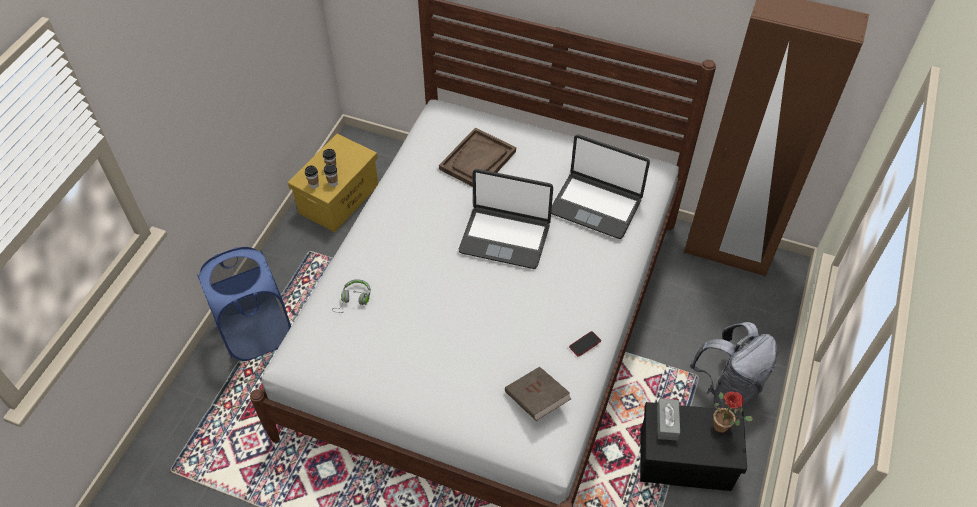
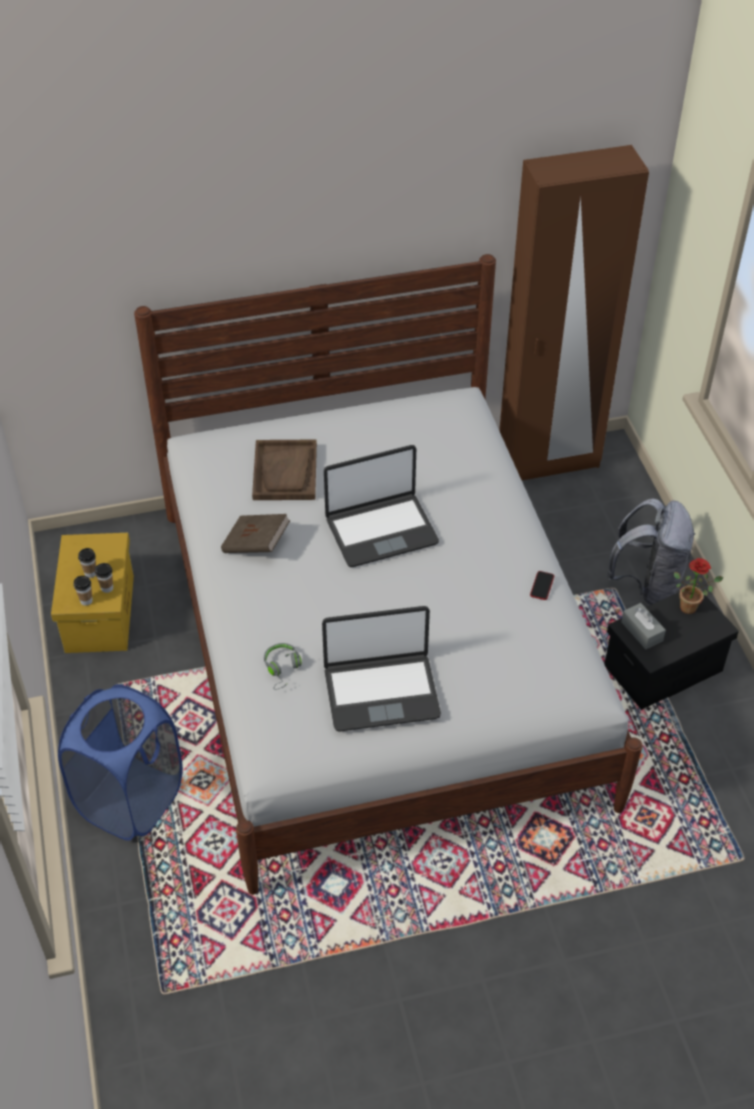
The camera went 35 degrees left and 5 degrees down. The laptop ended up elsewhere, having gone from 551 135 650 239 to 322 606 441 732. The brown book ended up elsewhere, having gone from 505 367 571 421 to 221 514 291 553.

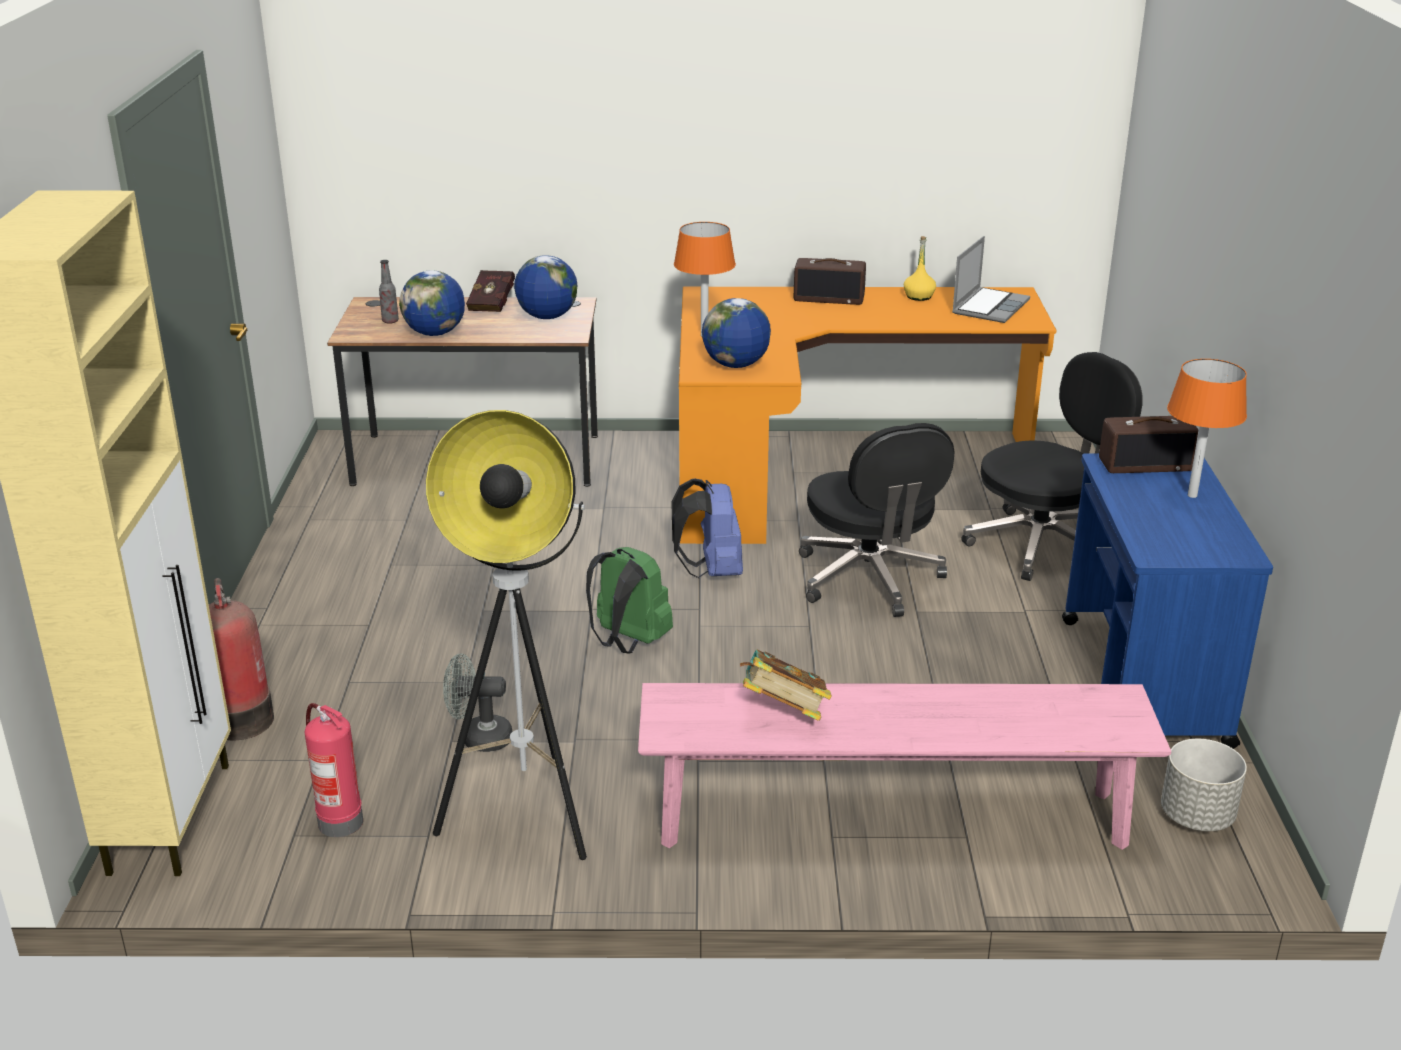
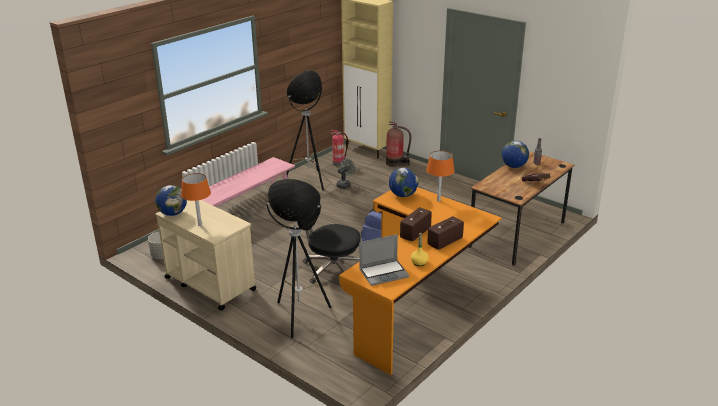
The camera went 130 degrees right and 0 degrees up. The laptop at 952 236 1030 323 ended up facing another way, 90 degrees counterclockwise from before. The globe ended up elsewhere, having gone from 514 255 577 319 to 155 185 187 216. Where the black office chair stood at 961 352 1143 581, the floor lamp came to stand at 266 179 331 338. The radio ended up elsewhere, having gone from 1099 416 1198 473 to 400 208 432 242. What was the blue cart at 1062 454 1273 749 turned into the beige cart at 156 200 256 311. The second view lost the green backpack at 586 547 673 654. The second view lost the book at 740 649 832 721.

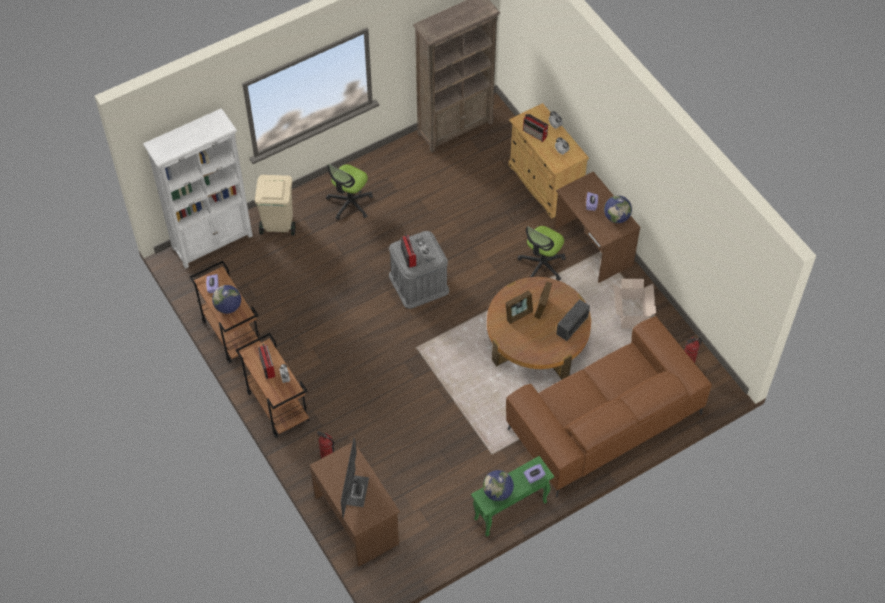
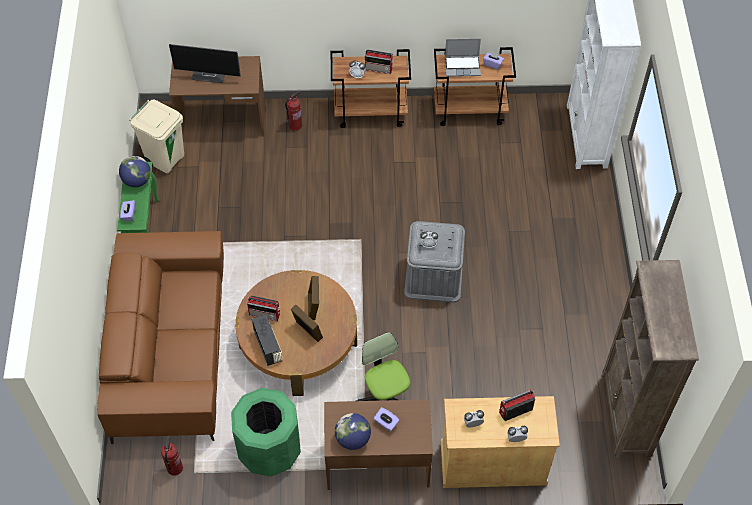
The camera went 120 degrees right and 0 degrees up. The second view lost the office chair at 326 164 373 220. The beige trash can ended up elsewhere, having gone from 255 175 295 235 to 129 100 184 173. The radio ended up elsewhere, having gone from 401 234 416 268 to 247 295 280 322. Where the cardboard box stood at 614 279 656 329, the green trash can came to stand at 231 388 301 477. Where the globe stood at 212 285 241 314, the laptop came to stand at 445 38 481 77. The monitor at 341 438 369 518 ended up facing another way, 150 degrees clockwise from before.

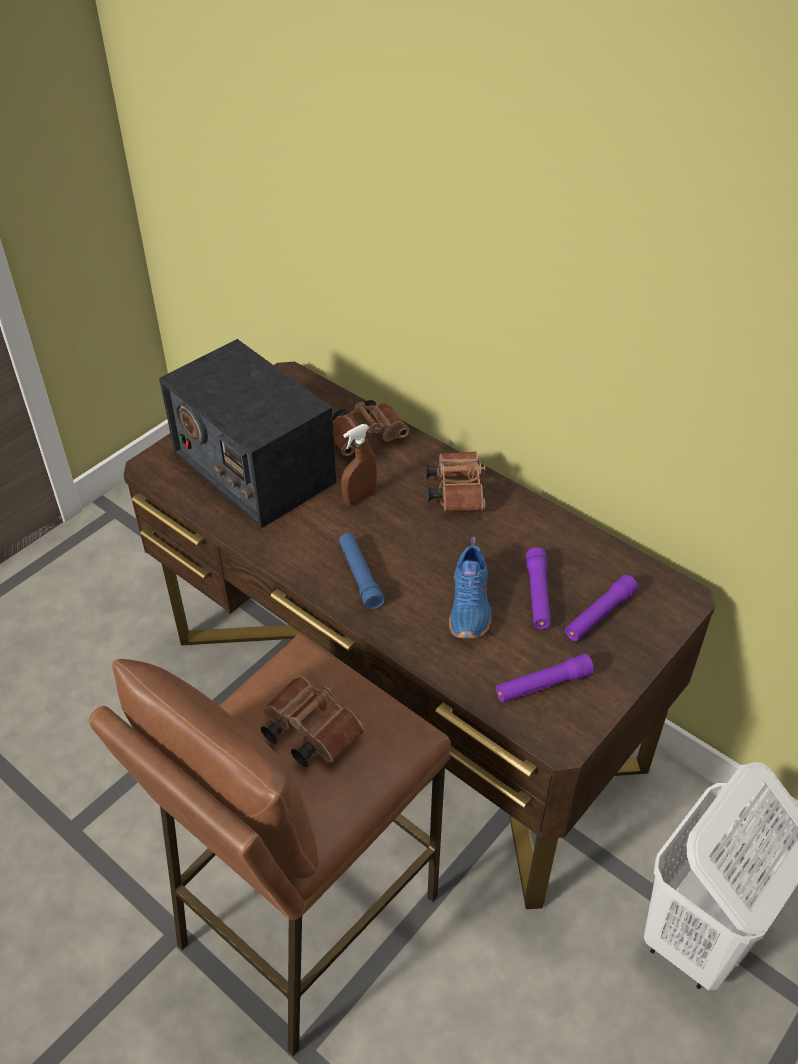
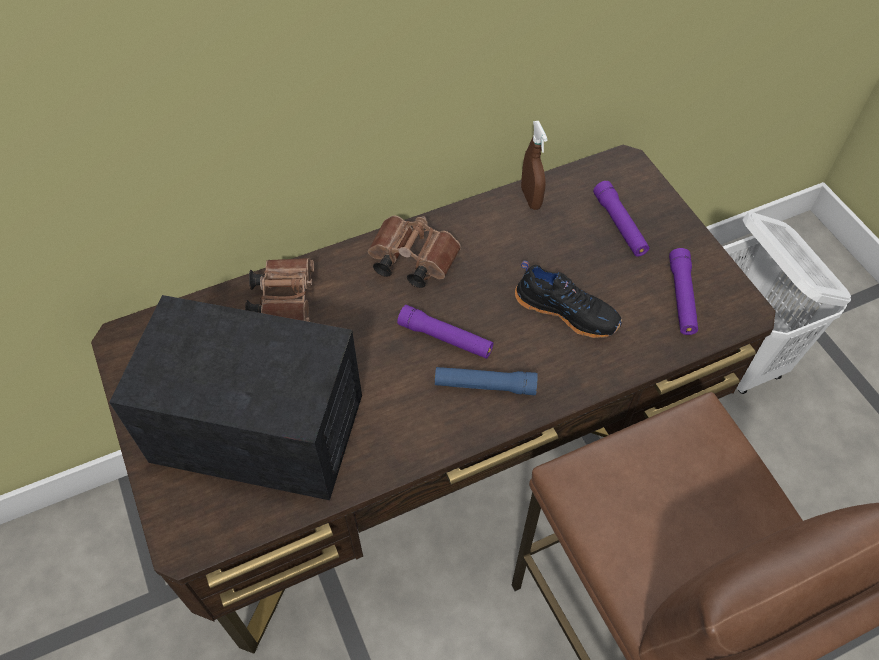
The camera went 65 degrees left and 10 degrees up. The radio at 159 339 336 528 ended up facing another way, 150 degrees counterclockwise from before. The brown spray bottle ended up elsewhere, having gone from 341 424 377 506 to 521 121 548 210. What was the blue shoe at 449 537 491 639 turned into the black shoe at 515 261 622 338. The purple flashlight ended up elsewhere, having gone from 526 548 551 629 to 397 305 493 359. The second view lost the brown binoculars at 261 677 364 767.

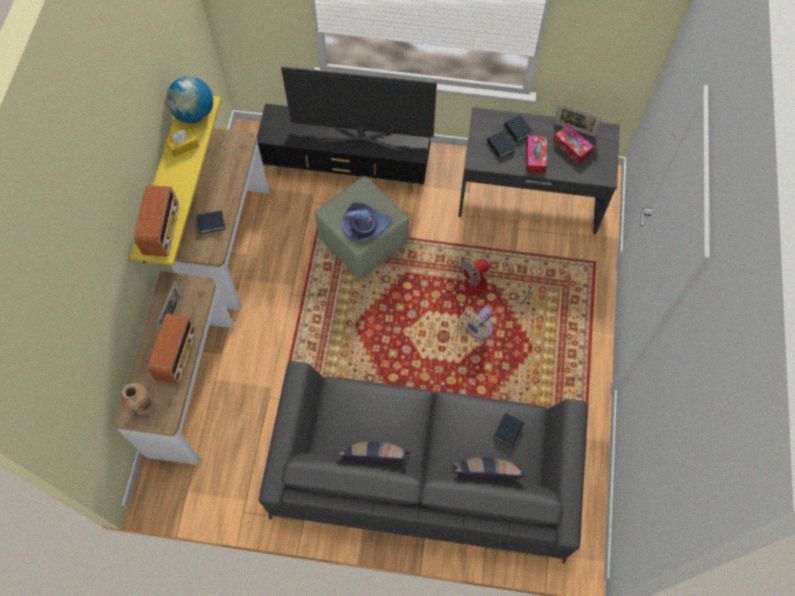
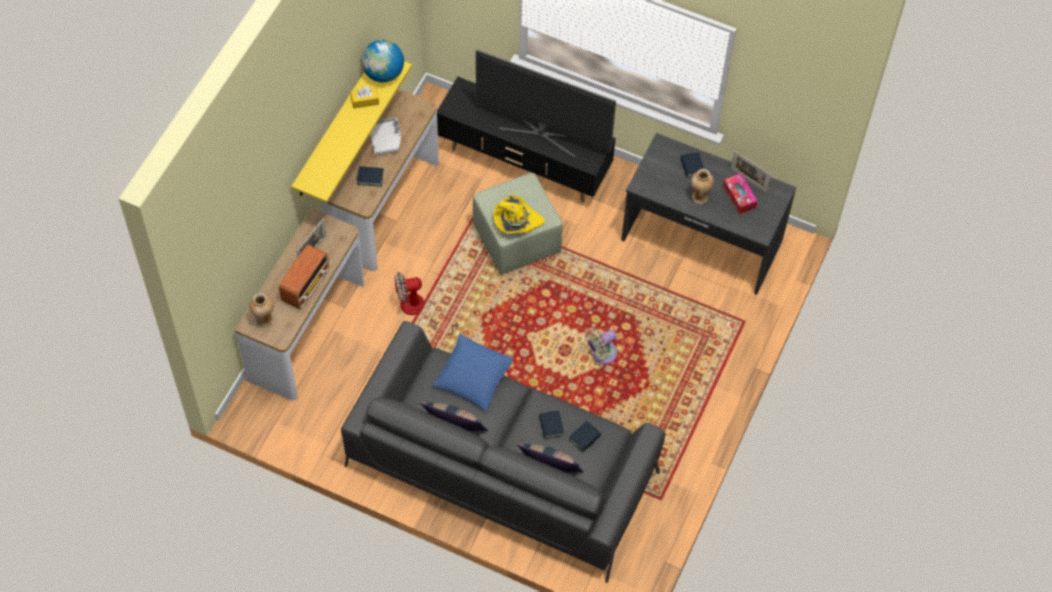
The camera went 15 degrees right and 5 degrees down. The book ended up elsewhere, having gone from 487 131 515 159 to 539 410 564 439. Where the tissue box stood at 526 135 547 173, the vase came to stand at 691 169 714 204. The second view lost the radio at 134 185 179 257. What was the purple hat at 342 202 392 242 turned into the yellow hat at 493 195 545 233. The fan ended up elsewhere, having gone from 461 259 533 304 to 394 272 458 335. The second view gained the grey tray at 370 117 401 155. The second view gained the blue pillow at 432 334 514 412.

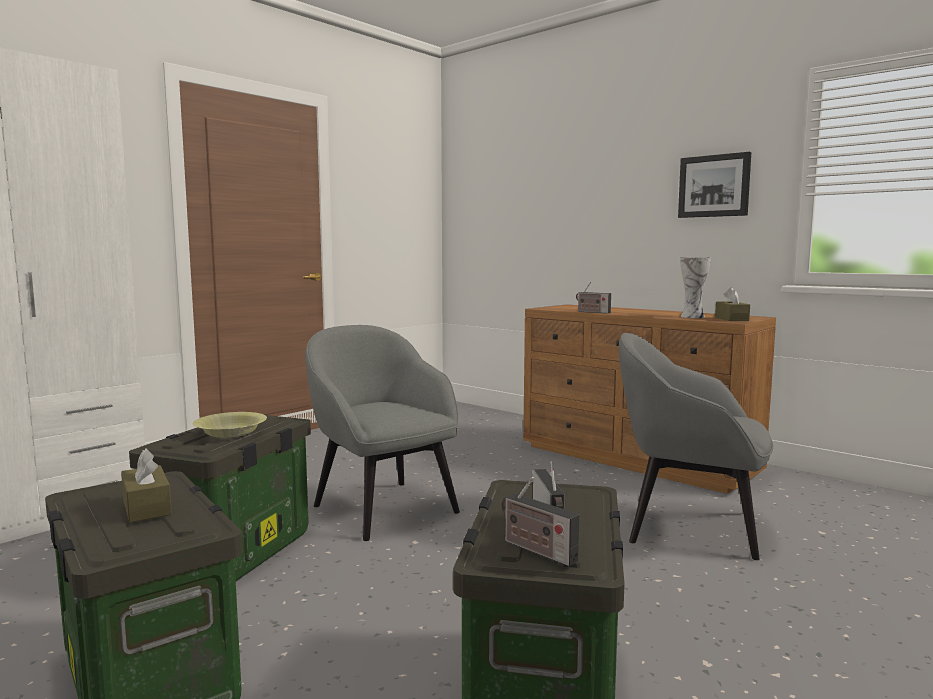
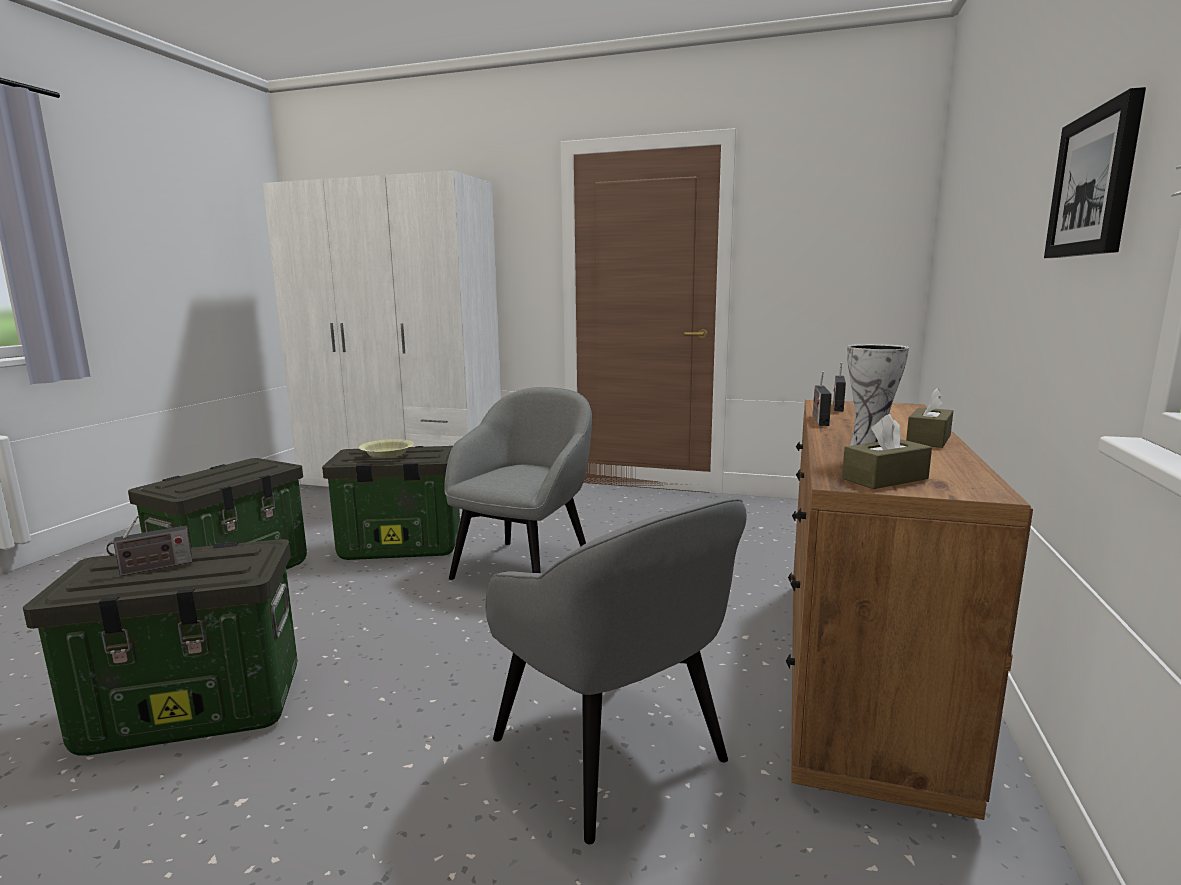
The camera went 65 degrees right and 5 degrees up. The grey armchair at 619 333 773 560 ended up facing another way, 150 degrees clockwise from before. The brown tissue box ended up elsewhere, having gone from 121 448 172 522 to 906 388 953 448. The radio ended up elsewhere, having gone from 501 477 579 566 to 833 362 846 411.

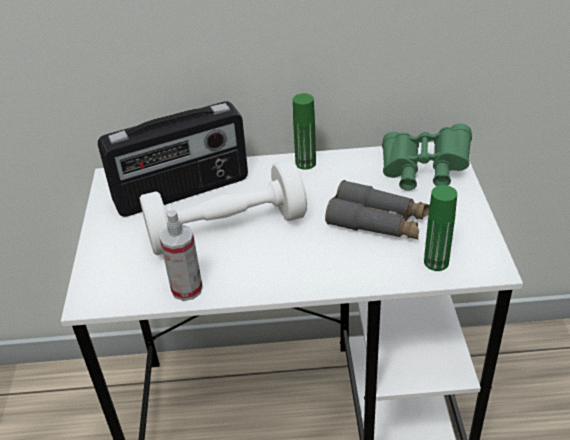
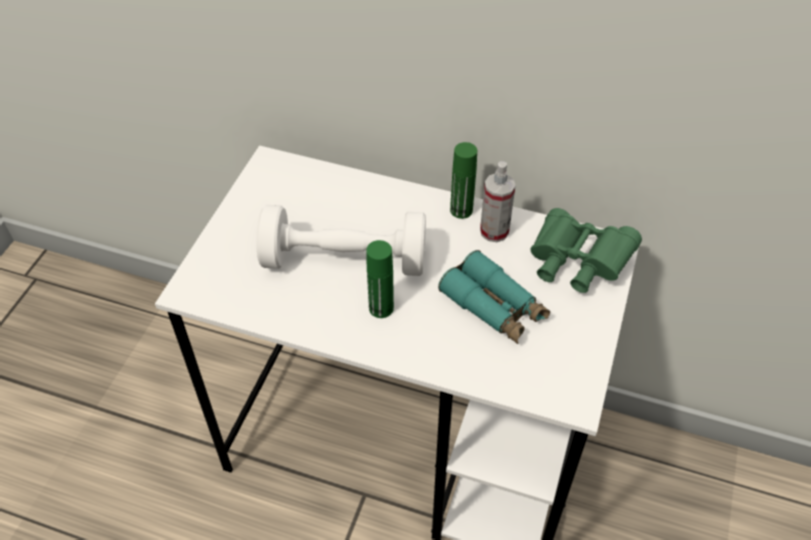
The camera went 20 degrees right and 10 degrees up. The second view lost the radio at 98 101 248 217. What was the grey binoculars at 325 180 430 240 turned into the turquoise binoculars at 438 250 550 344. The green bottle ended up elsewhere, having gone from 424 185 457 271 to 366 240 394 318. The spray bottle ended up elsewhere, having gone from 159 210 203 301 to 480 161 515 242.

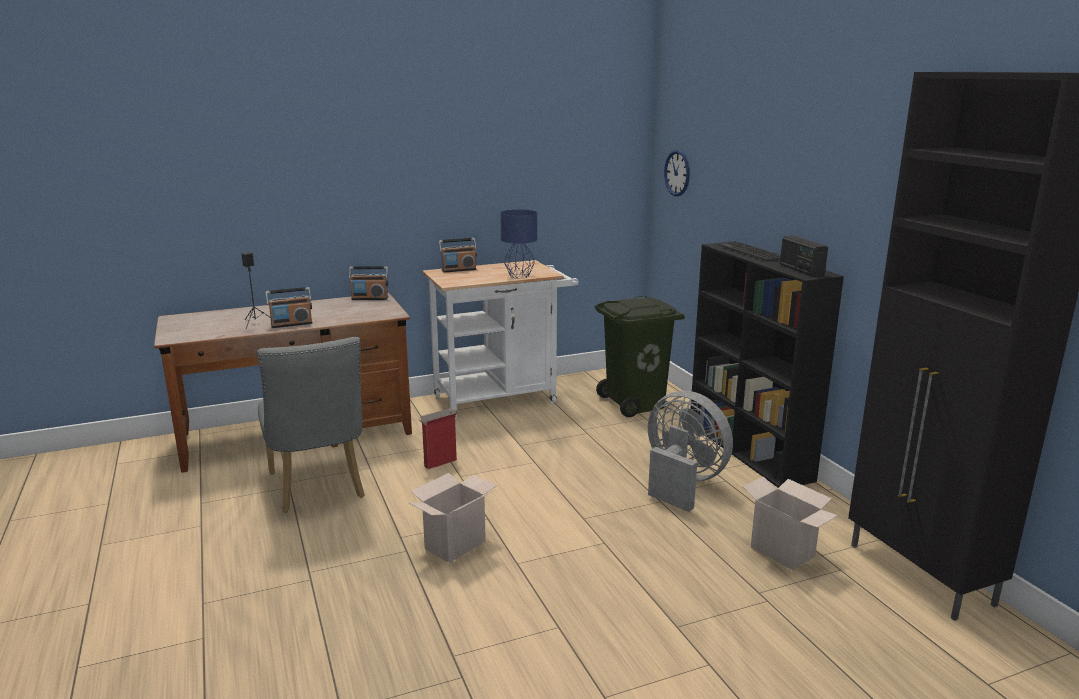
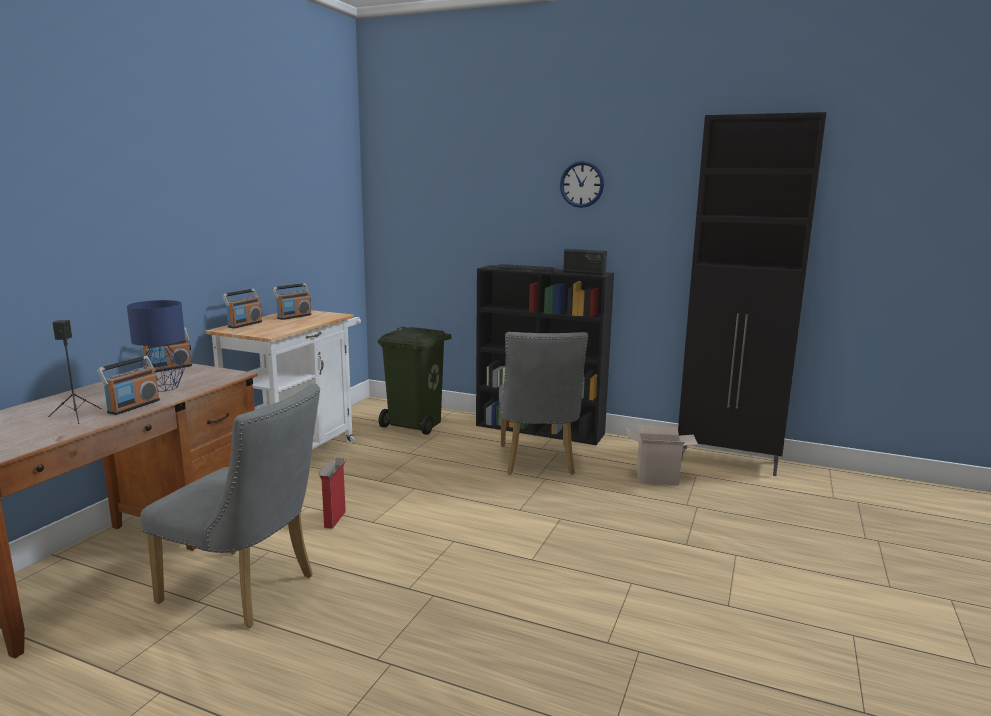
The camera went 45 degrees left and 5 degrees down. The wall clock ended up elsewhere, having gone from 664 150 690 196 to 560 161 604 208. The blue table lamp ended up elsewhere, having gone from 500 210 537 279 to 127 300 185 392. Where the grey fan stood at 648 391 733 512, the grey chair came to stand at 499 332 588 475. The second view lost the cardboard box at 409 473 497 563. The second view gained the radio at 273 283 312 320.

